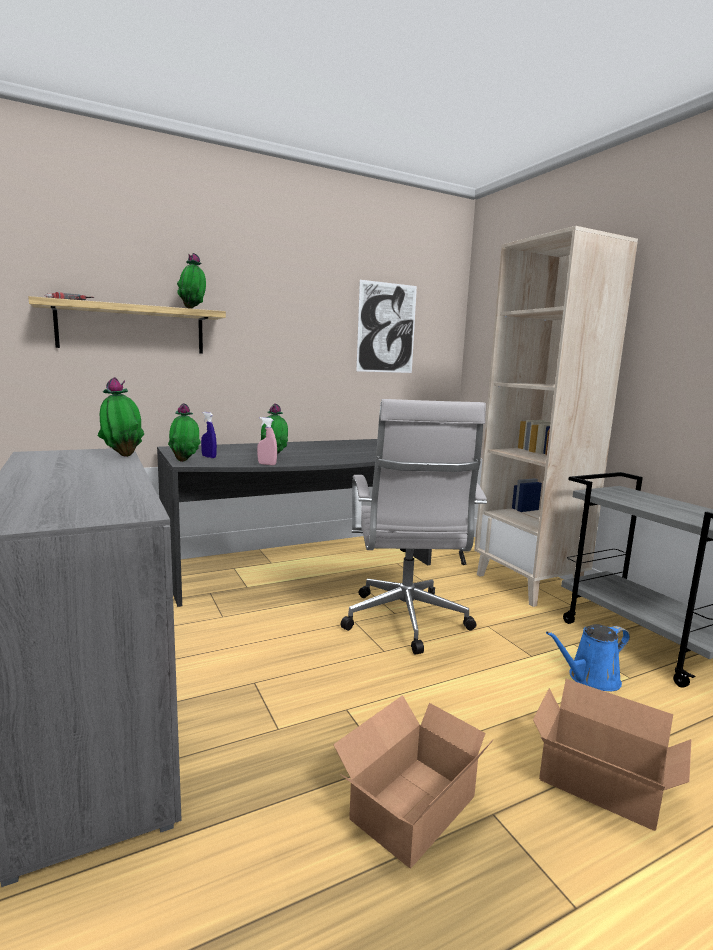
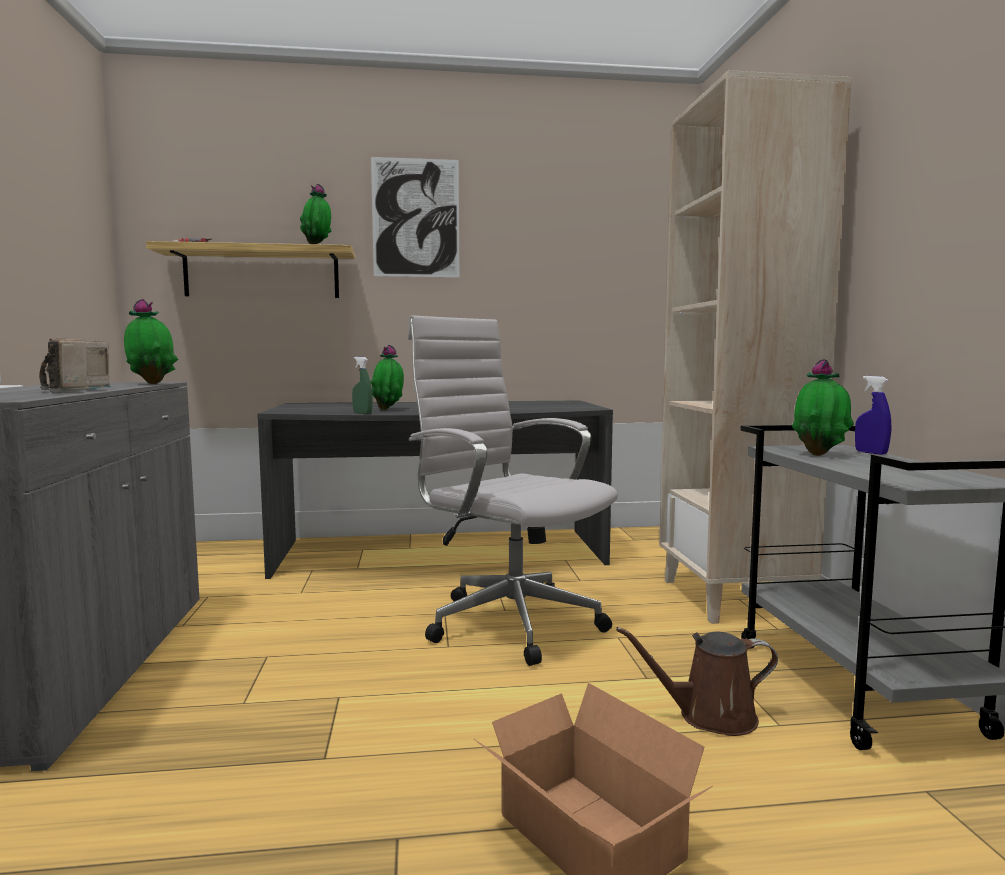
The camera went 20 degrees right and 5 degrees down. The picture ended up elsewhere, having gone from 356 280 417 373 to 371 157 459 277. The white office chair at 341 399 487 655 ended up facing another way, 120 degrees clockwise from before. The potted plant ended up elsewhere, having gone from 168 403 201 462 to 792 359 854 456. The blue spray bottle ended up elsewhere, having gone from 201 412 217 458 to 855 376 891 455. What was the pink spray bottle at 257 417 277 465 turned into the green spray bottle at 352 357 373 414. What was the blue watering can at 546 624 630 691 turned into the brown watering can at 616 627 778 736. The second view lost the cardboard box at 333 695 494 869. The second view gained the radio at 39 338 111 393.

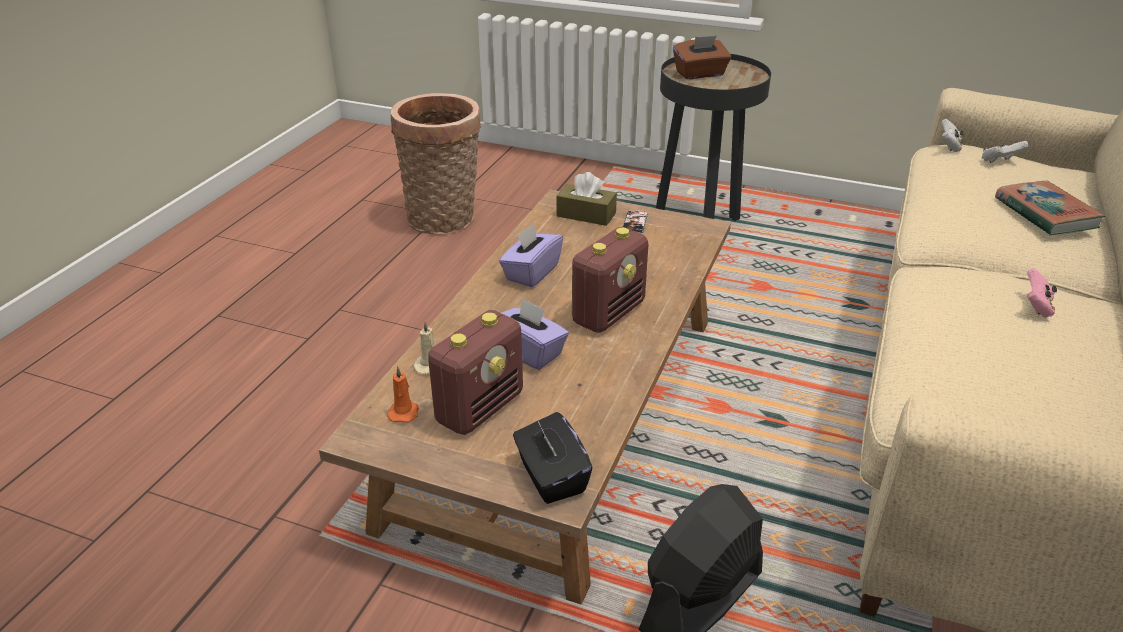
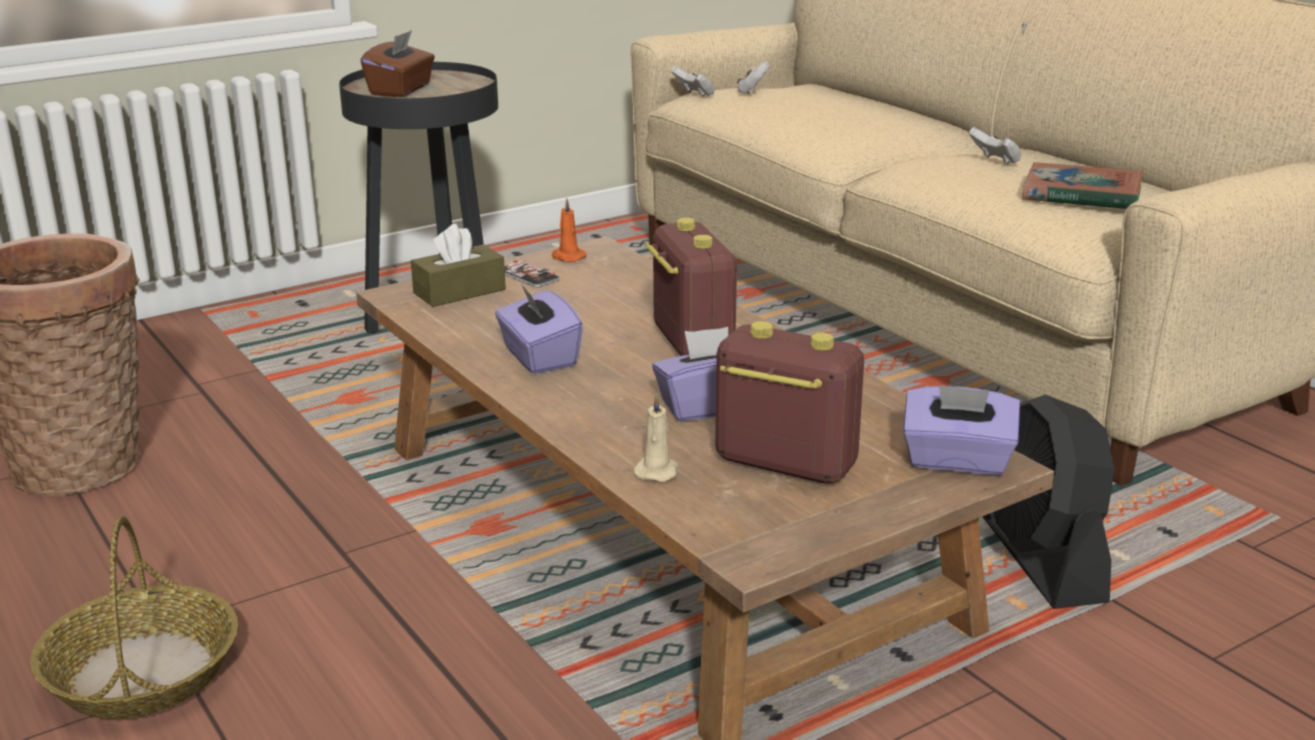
The camera went 55 degrees left and 10 degrees down. The book ended up elsewhere, having gone from 995 181 1106 235 to 1022 162 1143 209. What was the pink game controller at 1027 268 1057 317 turned into the white game controller at 969 127 1021 164. The radio at 428 310 523 435 ended up facing another way, 45 degrees counterclockwise from before. The orange candle ended up elsewhere, having gone from 387 366 419 423 to 552 198 587 262. What was the black tissue box at 513 412 592 504 turned into the purple tissue box at 903 385 1020 475. The second view gained the basket at 30 516 238 719.

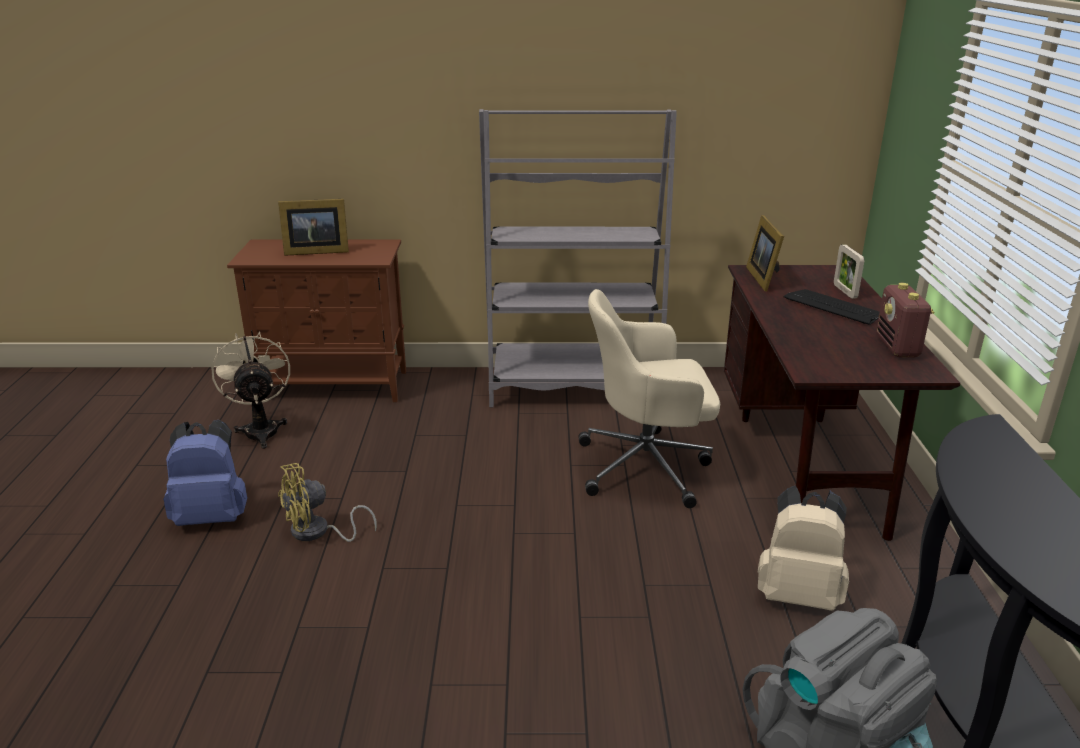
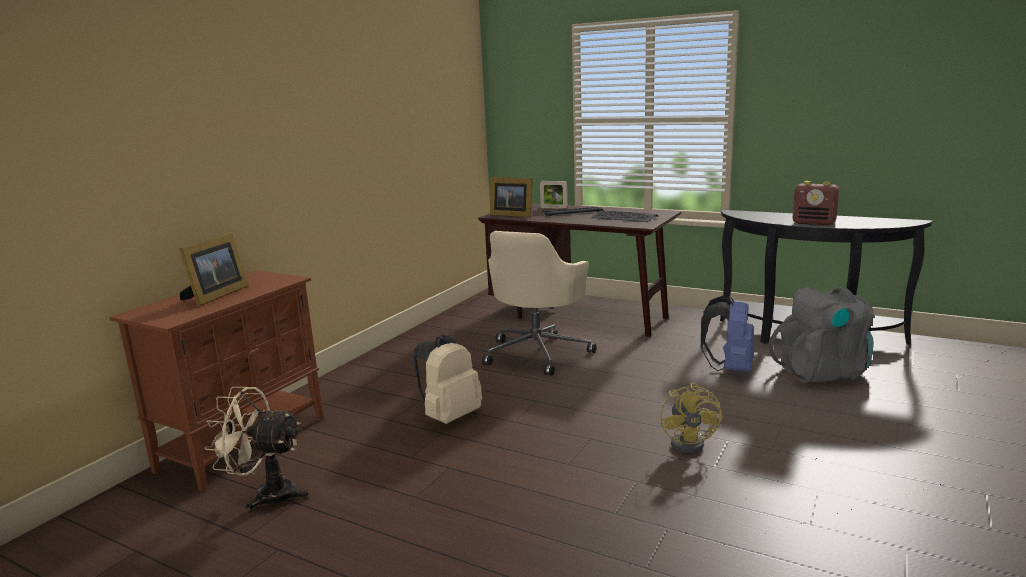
The camera went 60 degrees left and 10 degrees down. The second view lost the grey bookcase at 479 109 677 407. The radio ended up elsewhere, having gone from 876 283 935 357 to 793 181 839 225. The blue backpack ended up elsewhere, having gone from 163 420 247 526 to 701 296 754 372. The yellow fan ended up elsewhere, having gone from 278 463 377 542 to 660 383 721 454. The beige backpack ended up elsewhere, having gone from 758 486 849 611 to 414 334 482 424. The second view gained the keyboard at 591 211 658 222.

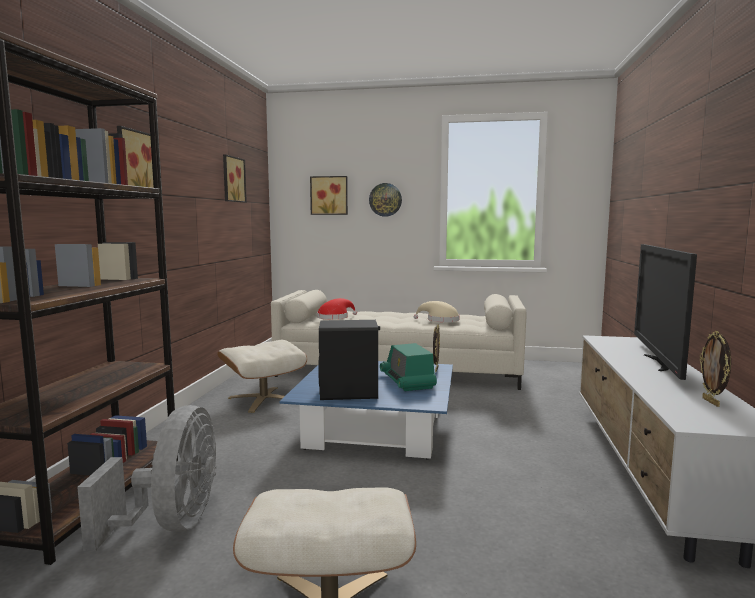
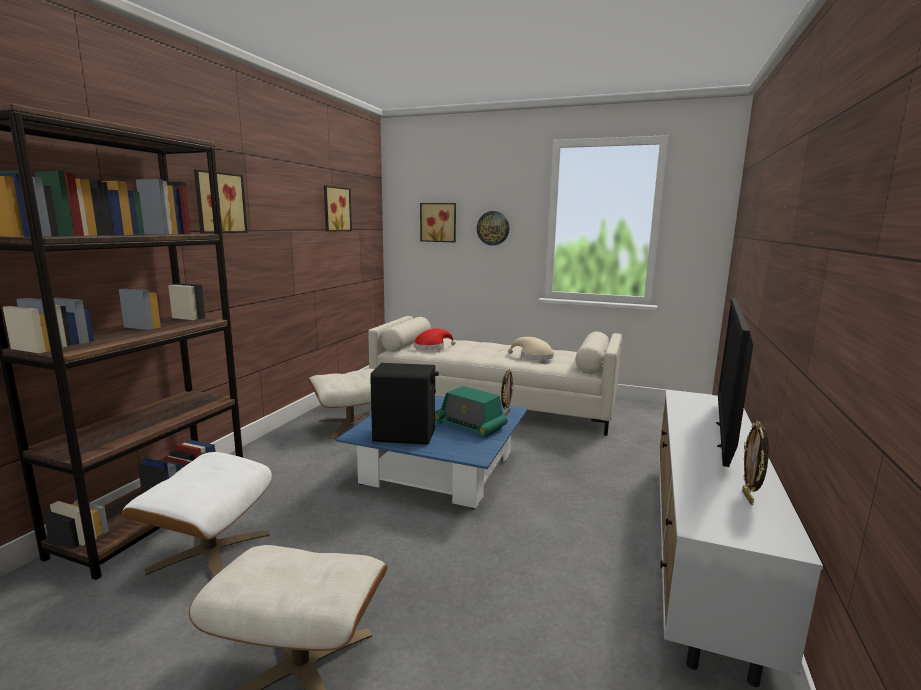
The camera went 10 degrees right and 5 degrees up. The radio at 380 343 437 391 ended up facing another way, 45 degrees counterclockwise from before. Where the grey fan stood at 77 405 217 551, the white ottoman came to stand at 122 452 272 578.

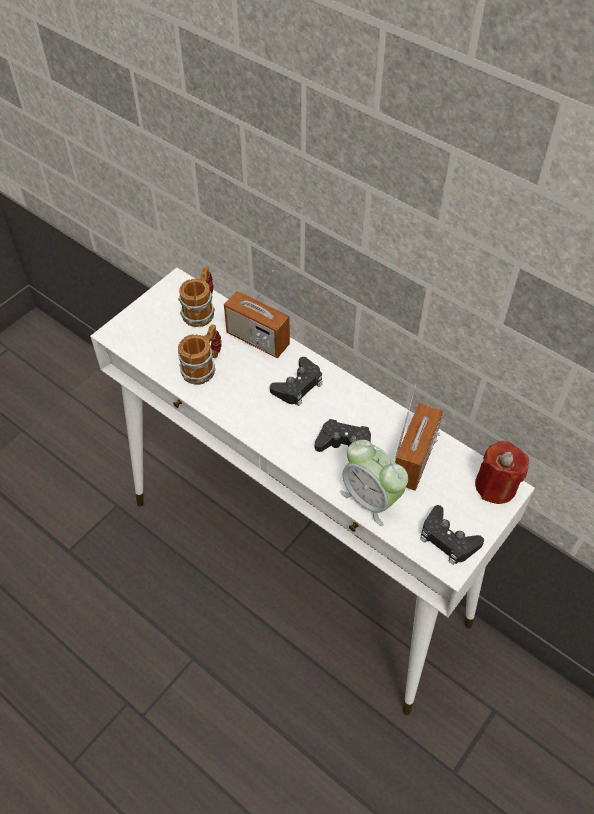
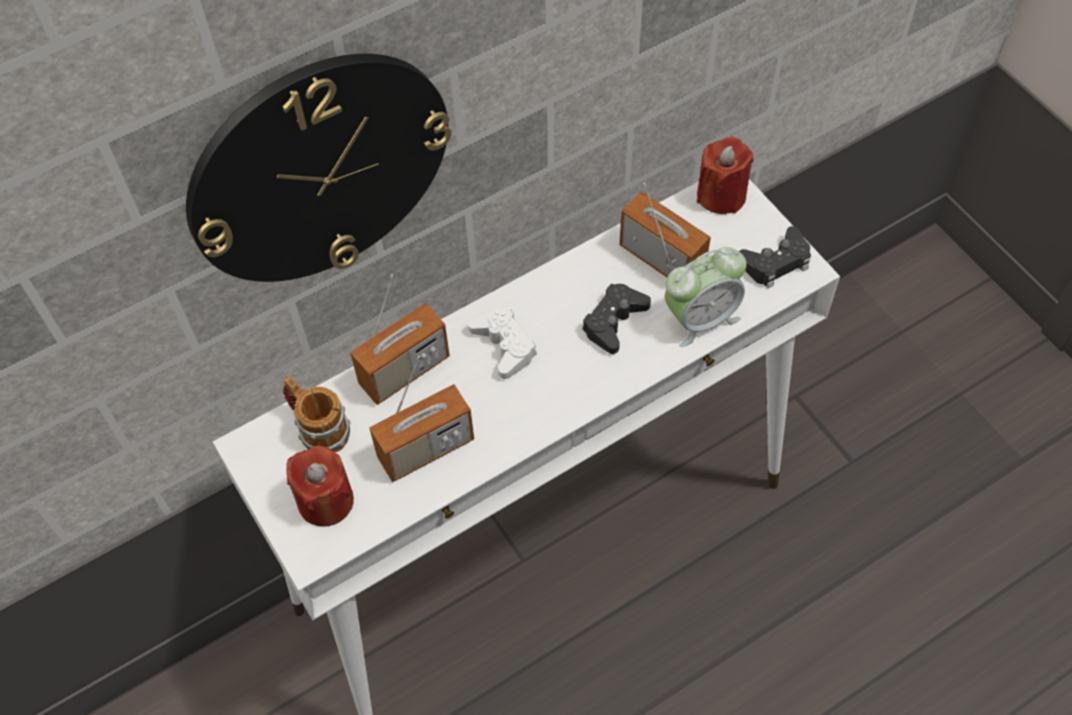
The camera went 70 degrees left and 5 degrees up. Where the mug stood at 178 324 222 385, the radio came to stand at 369 356 474 482. What was the black game controller at 270 357 322 406 turned into the white game controller at 468 307 537 379. The second view gained the wall clock at 186 54 451 282. The second view gained the red candle at 286 446 354 527.

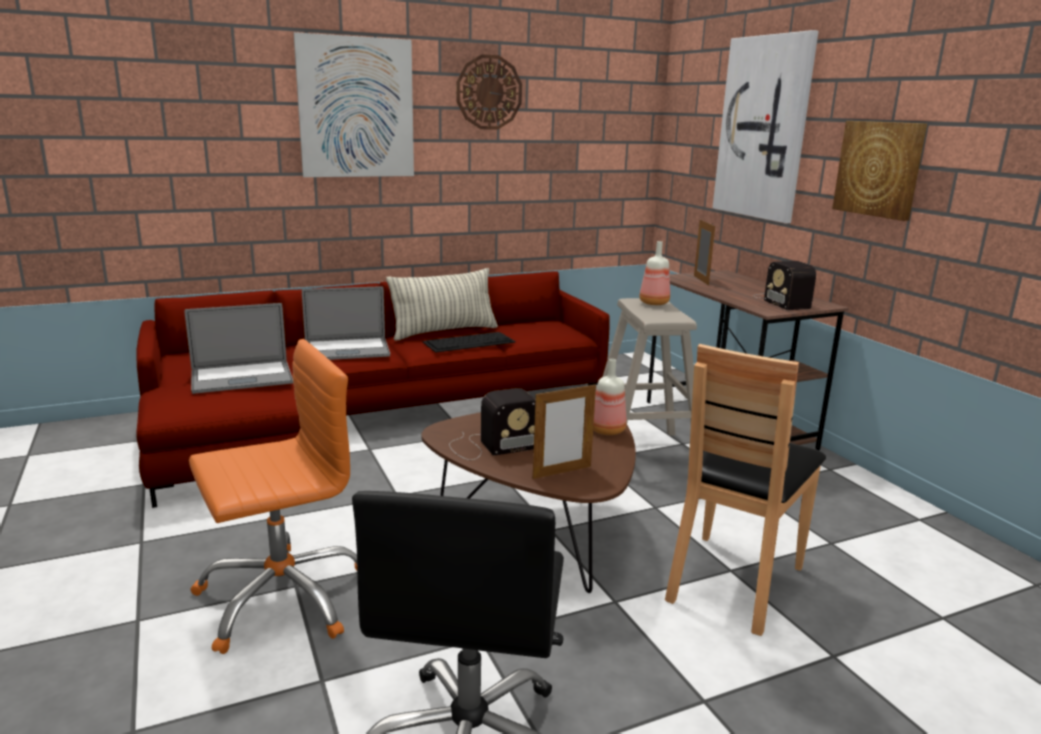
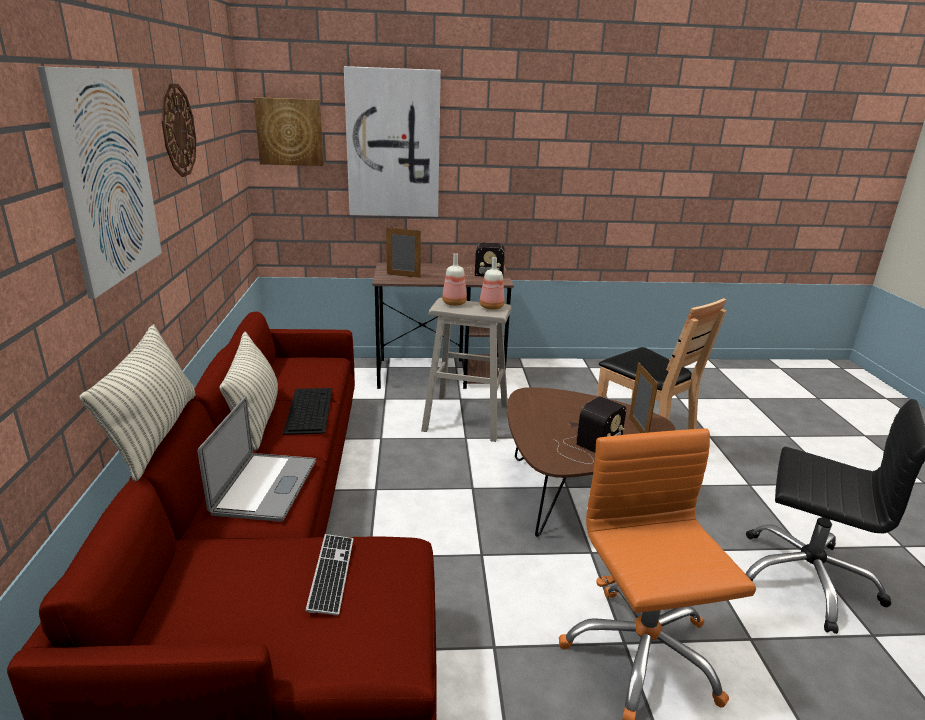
The camera went 70 degrees left and 5 degrees up. The picture ended up elsewhere, having gone from 832 121 927 221 to 253 97 324 166. Where the laptop stood at 185 303 293 394, the keyboard came to stand at 306 534 354 615. The bottle ended up elsewhere, having gone from 593 359 627 435 to 480 257 505 310. The radio at 449 388 535 460 ended up facing another way, 45 degrees clockwise from before. The second view gained the pillow at 80 324 195 482.

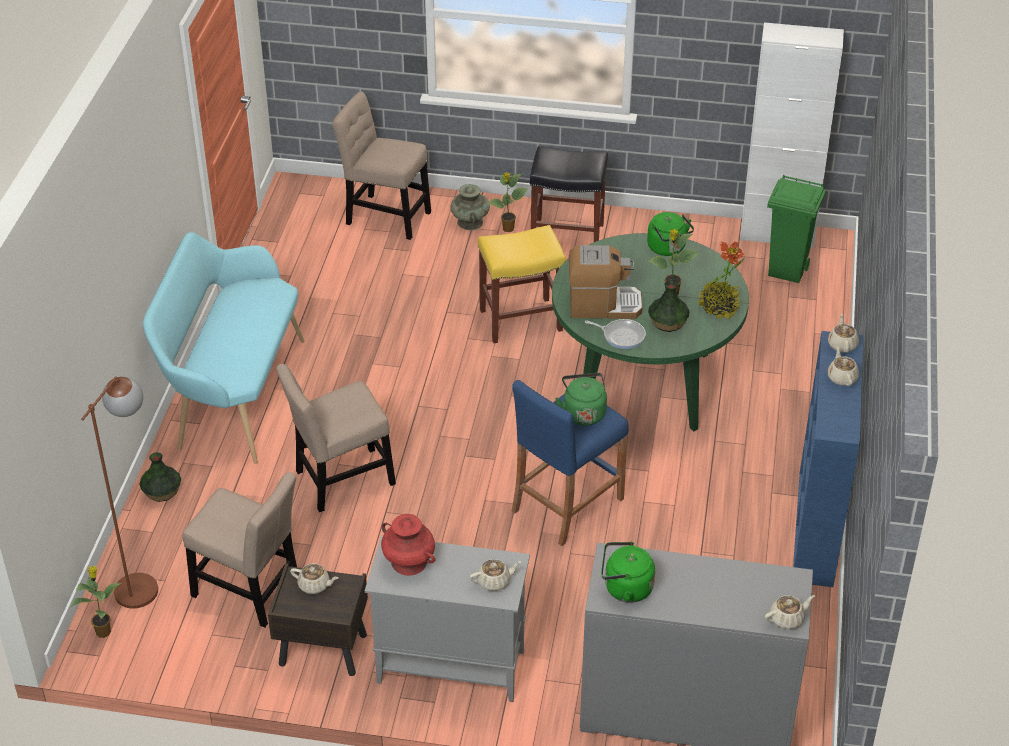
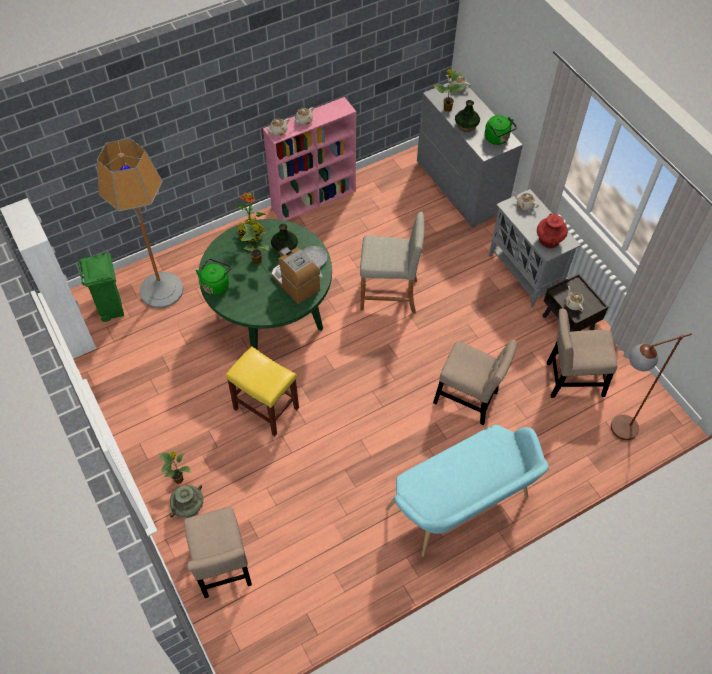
The camera went 130 degrees left and 15 degrees up. The second view lost the black stool at 530 146 608 242. What was the blue bookcase at 793 331 863 587 turned into the pink bookcase at 263 97 356 221. The second view lost the green kettle at 555 373 607 426. What was the blue stool at 512 380 629 546 turned into the beige stool at 360 212 424 313. The vase ended up elsewhere, having gone from 139 452 181 502 to 455 100 480 132. The beige chair at 183 472 297 628 ended up facing another way, 75 degrees counterclockwise from before. The potted plant ended up elsewhere, having gone from 71 566 121 638 to 433 69 465 112. The second view gained the floor lamp at 97 138 183 308.

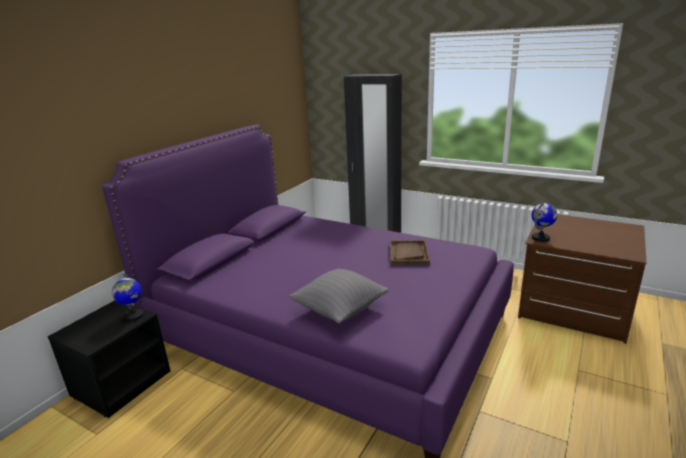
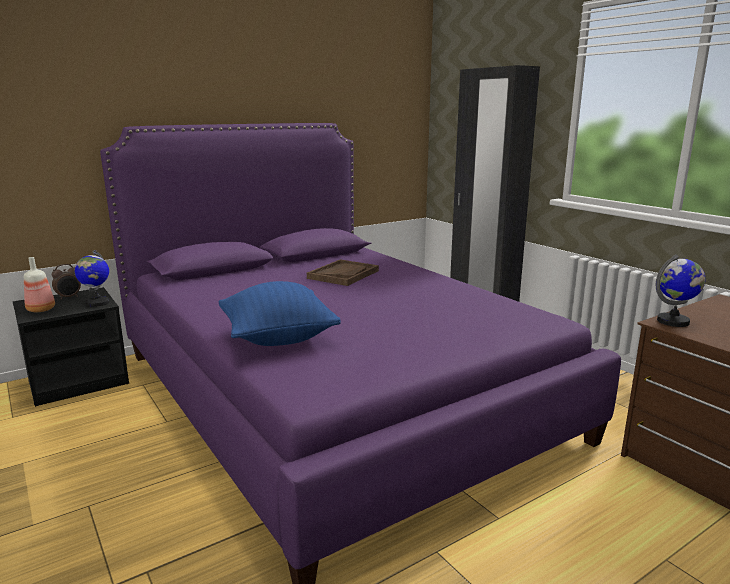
The camera went 25 degrees right and 5 degrees down. The brown tray ended up elsewhere, having gone from 390 240 430 265 to 307 260 379 286. What was the grey pillow at 289 269 389 324 turned into the blue pillow at 218 281 341 346. The second view gained the bottle at 24 257 55 312. The second view gained the alarm clock at 52 264 81 300.

